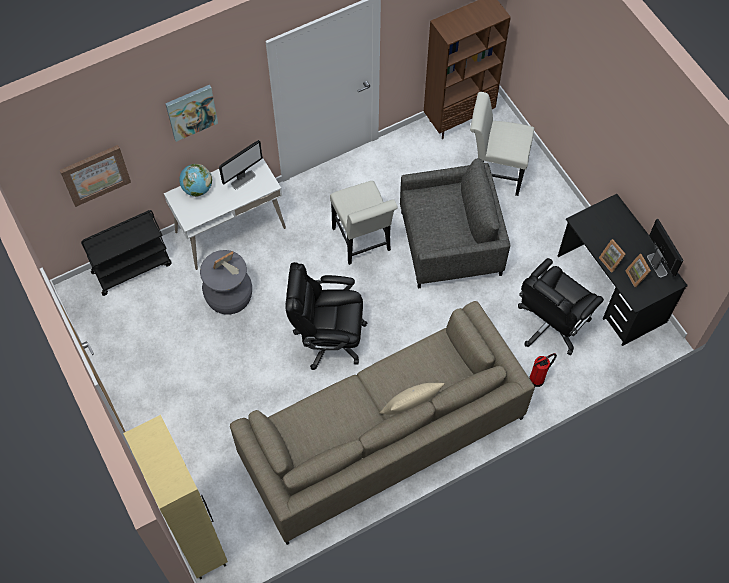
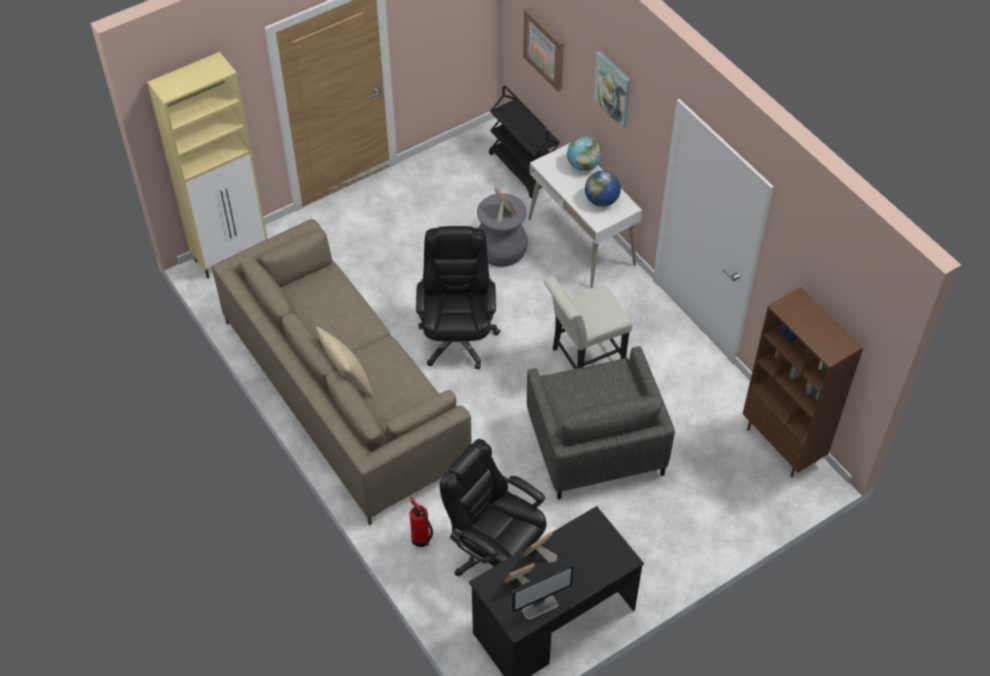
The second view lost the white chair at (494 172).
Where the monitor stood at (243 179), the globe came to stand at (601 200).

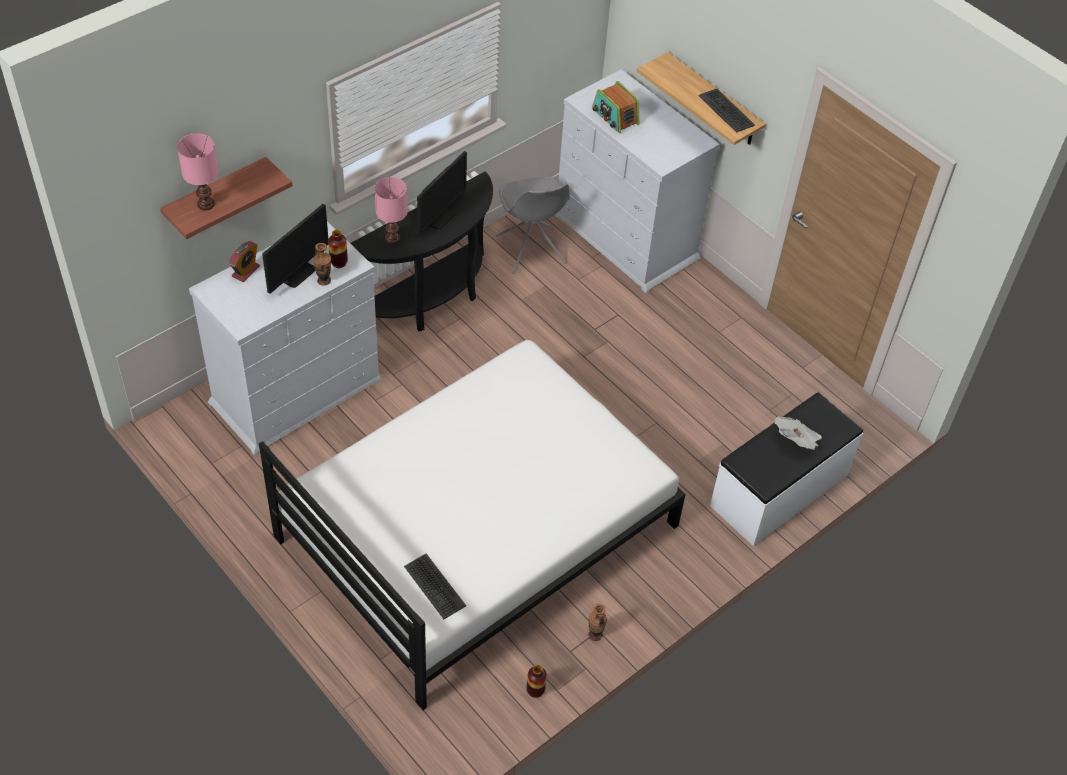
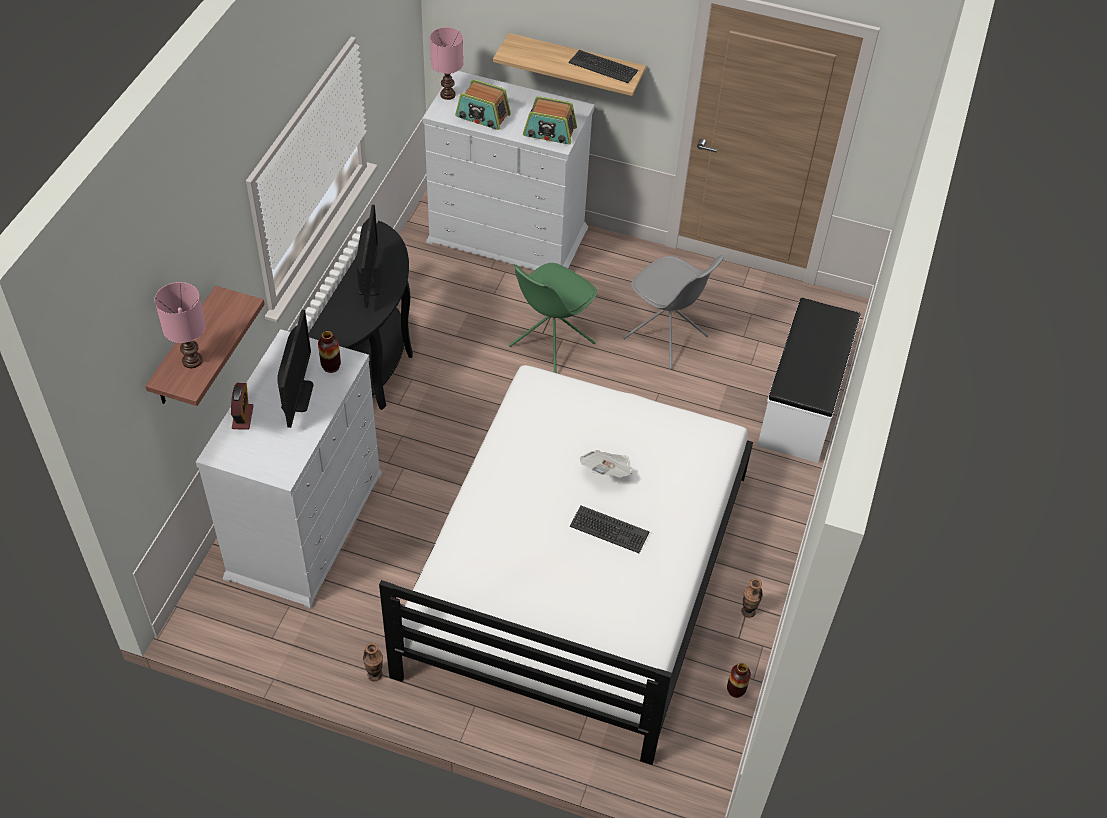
The second view gained the green chair at (550 345).
The second view gained the radio at (549 132).
The vase ended up elsewhere, having gone from (324 280) to (375 674).
The pink table lamp ended up elsewhere, having gone from (392 239) to (448 95).
The keyboard ended up elsewhere, having gone from (434 586) to (609 530).
The grey chair ended up elsewhere, having gone from (531 250) to (666 338).
The newspaper ended up elsewhere, having gone from (796 441) to (607 472).

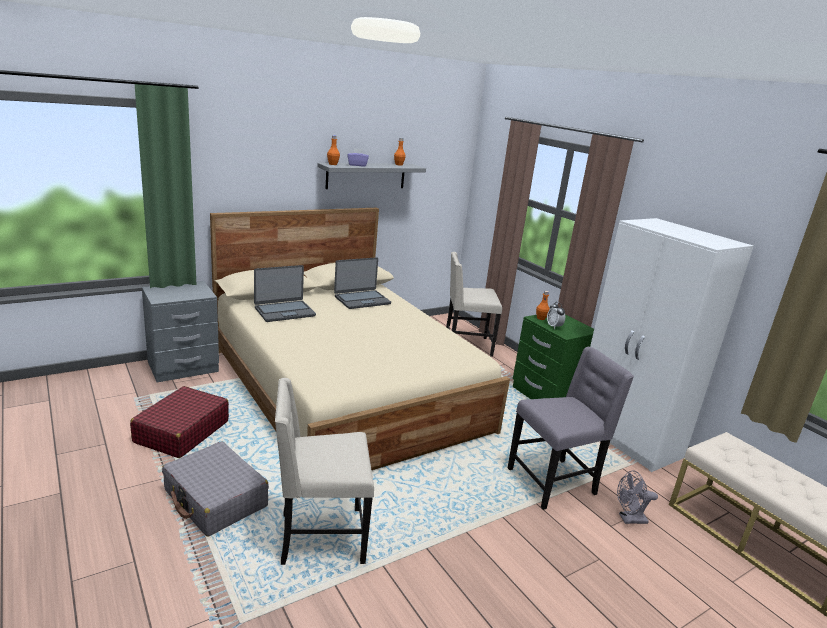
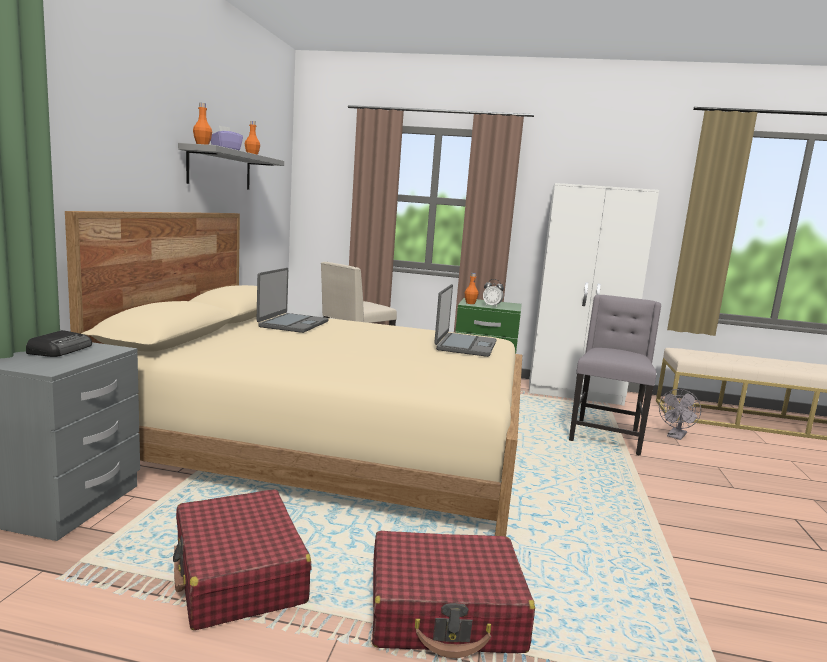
The second view lost the beige chair at (320 537).
The second view gained the radio at (61 349).
The laptop ended up elsewhere, having gone from (284 311) to (465 346).
What was the grey suitcase at (215 499) turned into the red suitcase at (445 612).

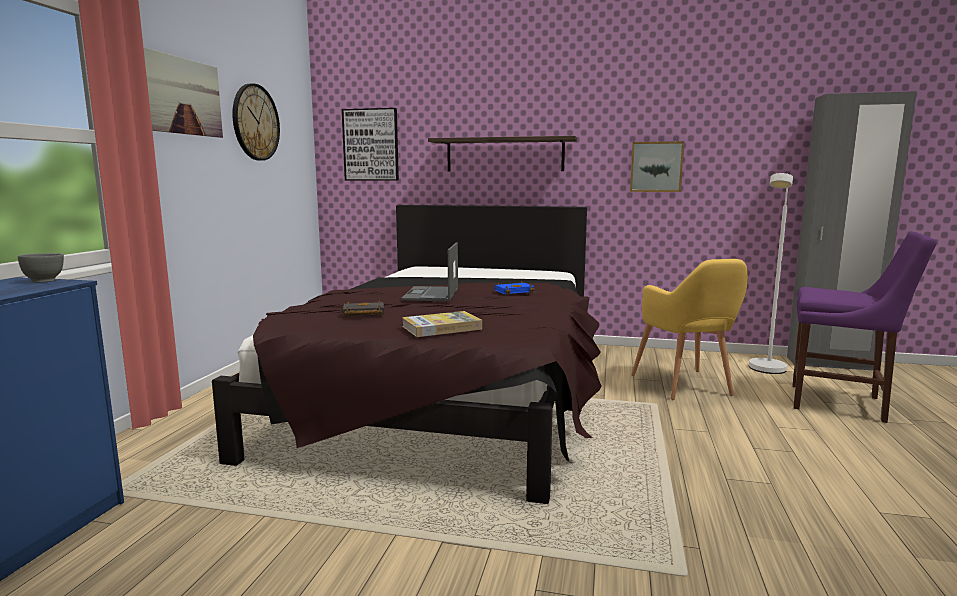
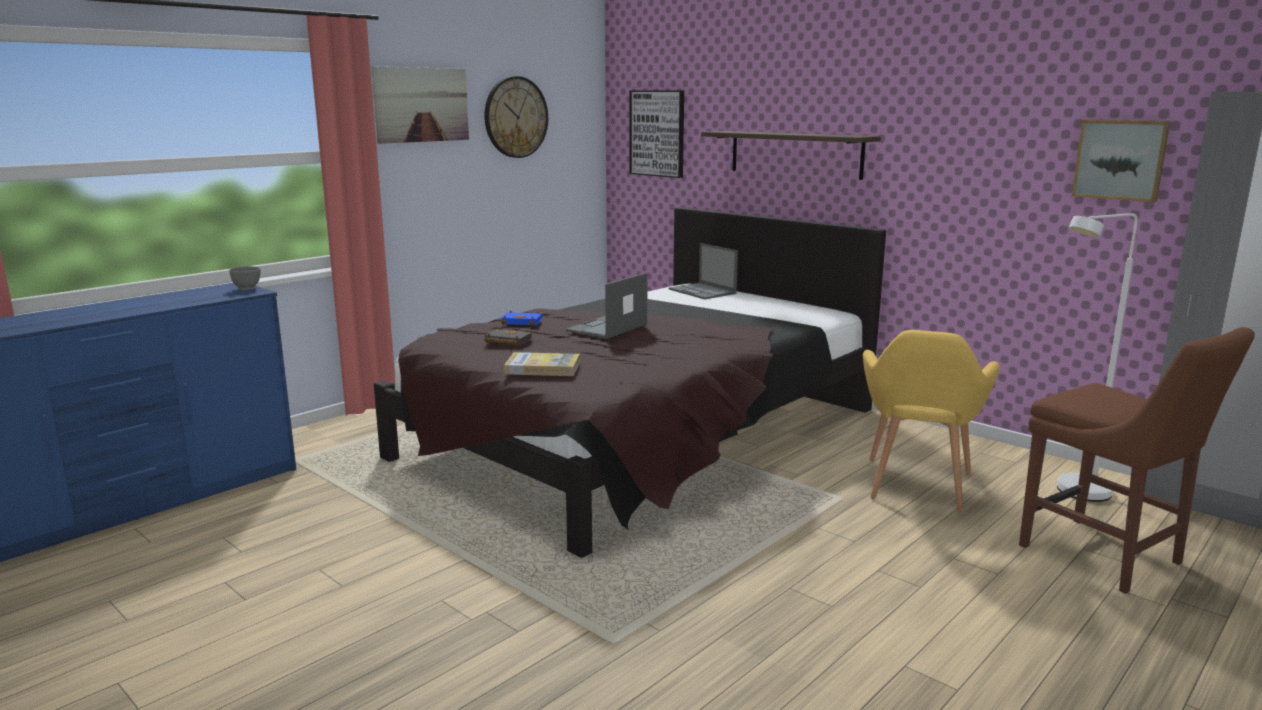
The second view gained the laptop at (703 291).
The blue book ended up elsewhere, having gone from (514 291) to (523 322).
The picture ended up elsewhere, having gone from (656 167) to (1120 160).
What was the purple chair at (842 404) turned into the brown chair at (1106 557).

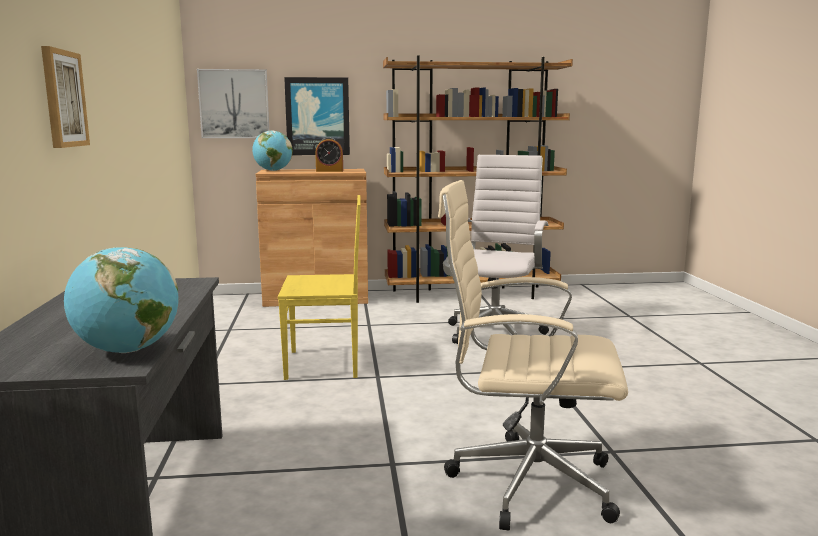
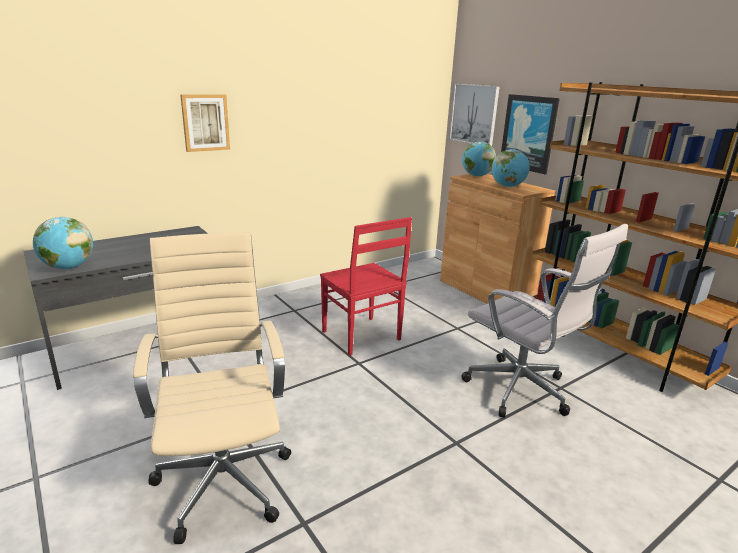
Where the alarm clock stood at (329 171), the globe came to stand at (508 186).
What was the yellow chair at (326 364) turned into the red chair at (362 336).
The white office chair at (495 332) ended up facing another way, 60 degrees clockwise from before.

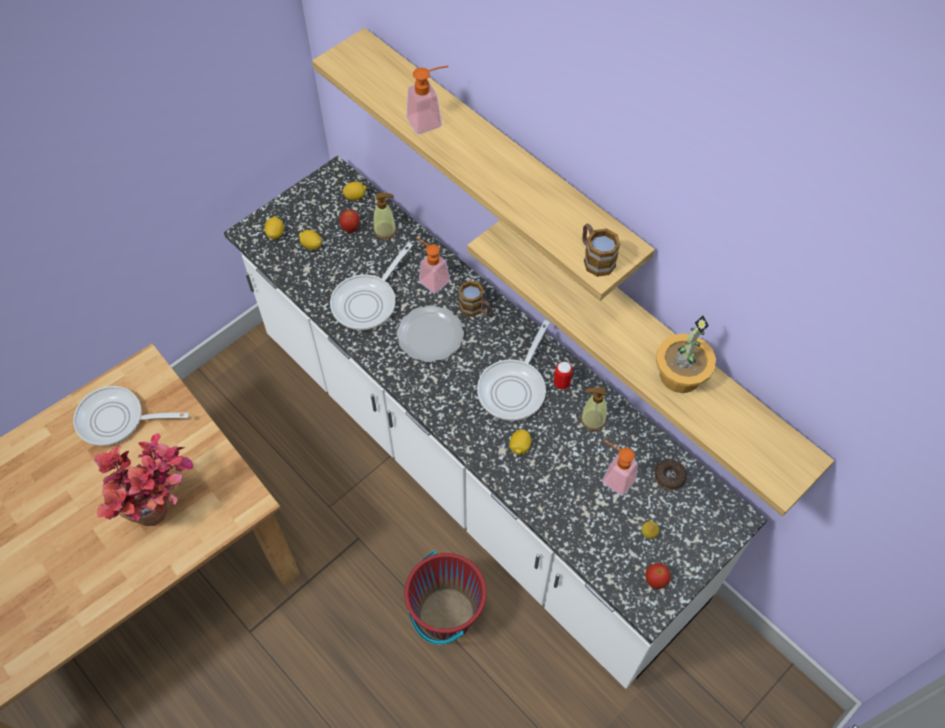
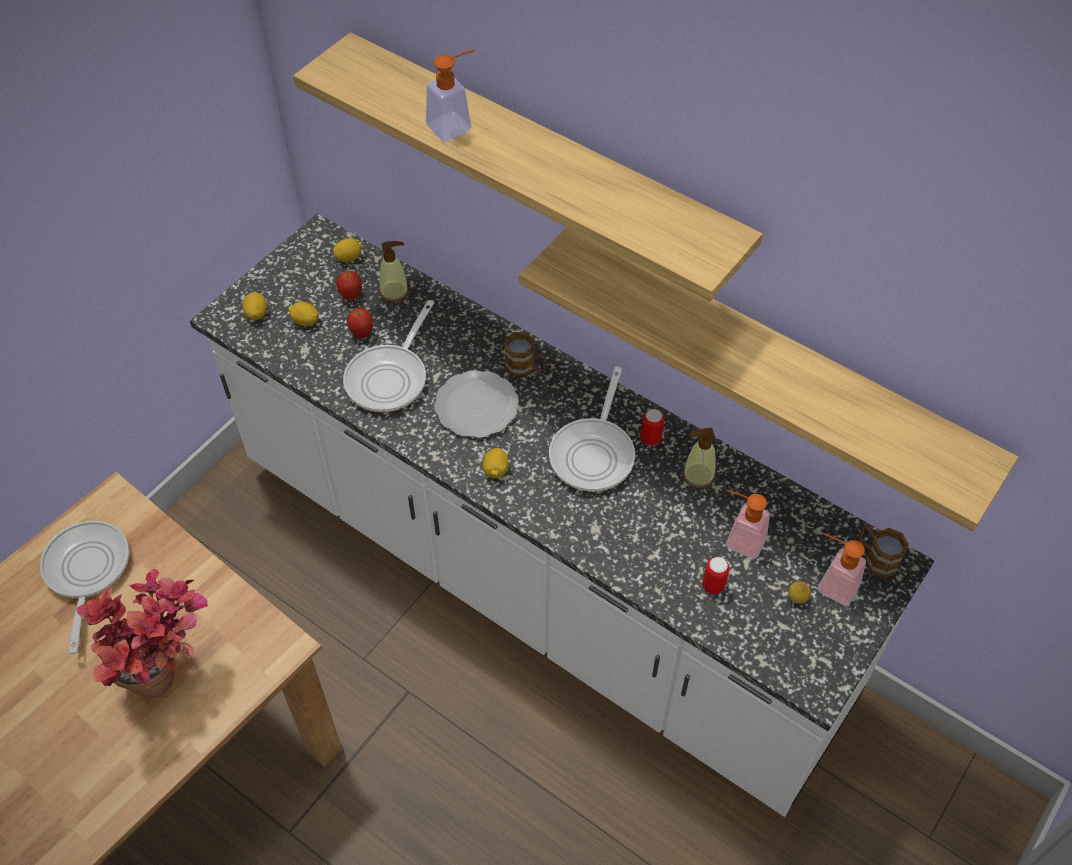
The second view lost the red bucket at (446 614).
The second view lost the donut at (669 476).
The second view lost the potted plant at (679 374).
The second view gained the can at (713 586).
The soap dispenser ended up elsewhere, having gone from (430 279) to (831 584).
The lemon ended up elsewhere, having gone from (519 447) to (495 470).
The mug ended up elsewhere, having gone from (595 258) to (875 557).
The apple ended up elsewhere, having gone from (655 581) to (362 333).
The frying pan at (117 420) ended up facing another way, 90 degrees clockwise from before.

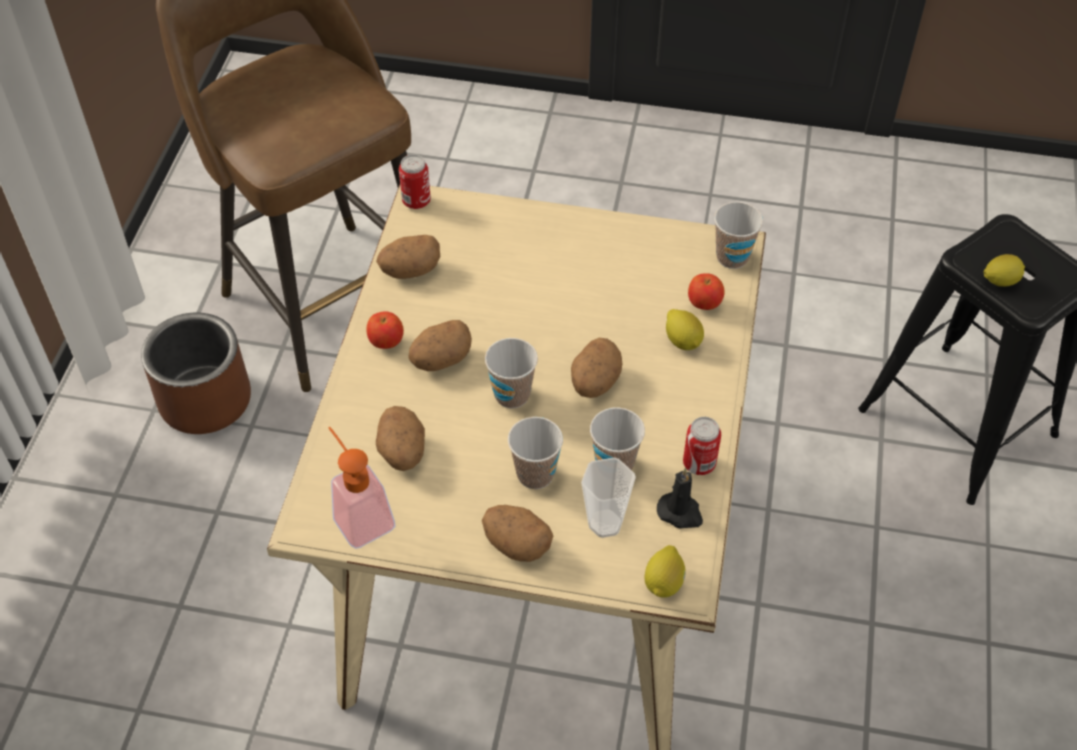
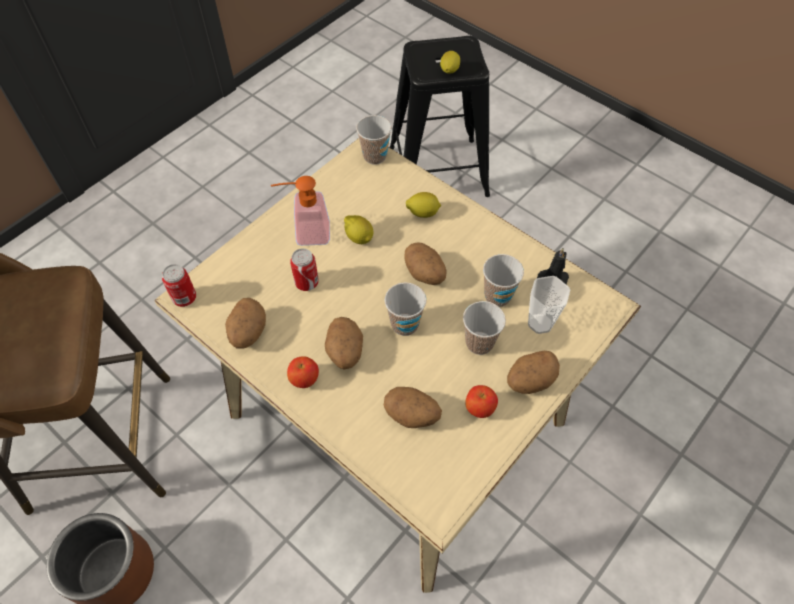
The soap dispenser ended up elsewhere, having gone from (359 515) to (305 234).
The lemon ended up elsewhere, having gone from (664 582) to (359 237).
The can ended up elsewhere, having gone from (699 464) to (306 283).
The apple ended up elsewhere, having gone from (704 304) to (479 408).

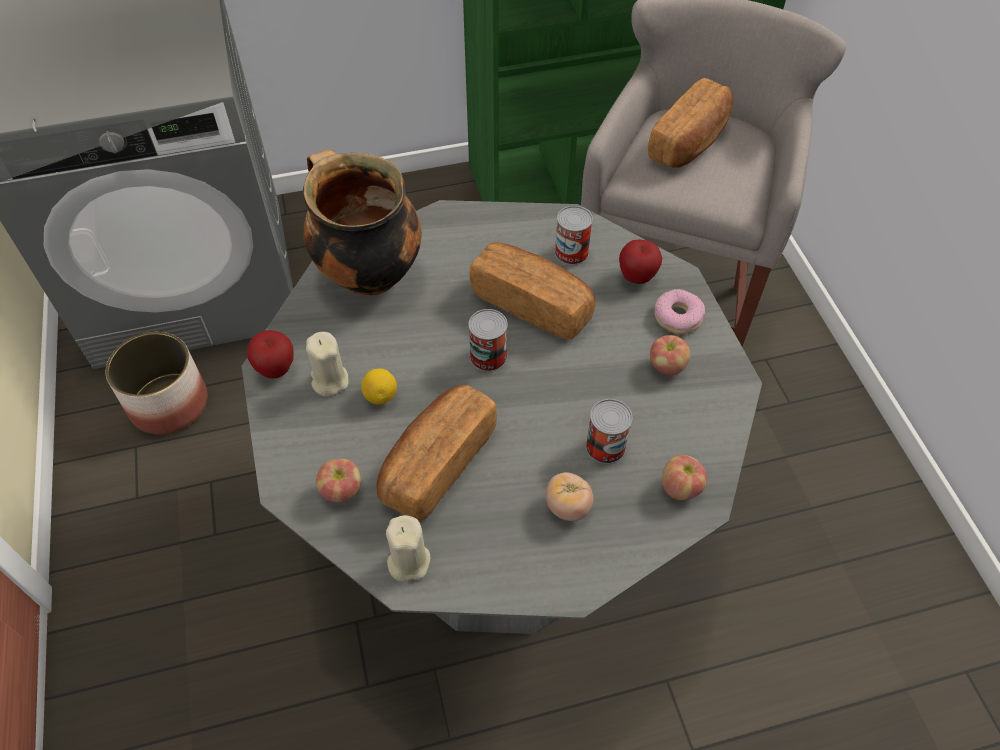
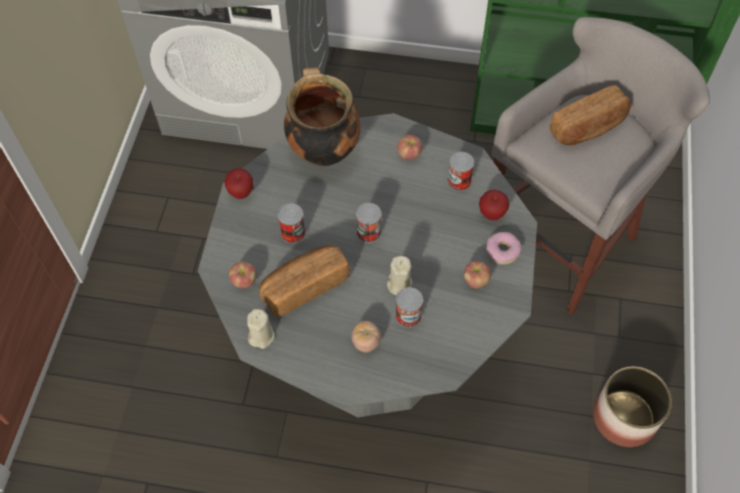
The second view lost the bread at (532 303).
The planter ended up elsewhere, having gone from (169 403) to (624 417).
The beige candle ended up elsewhere, having gone from (329 380) to (399 284).
The apple ended up elsewhere, having gone from (680 487) to (409 154).
Where the lemon stood at (381 396), the can came to stand at (293 232).

